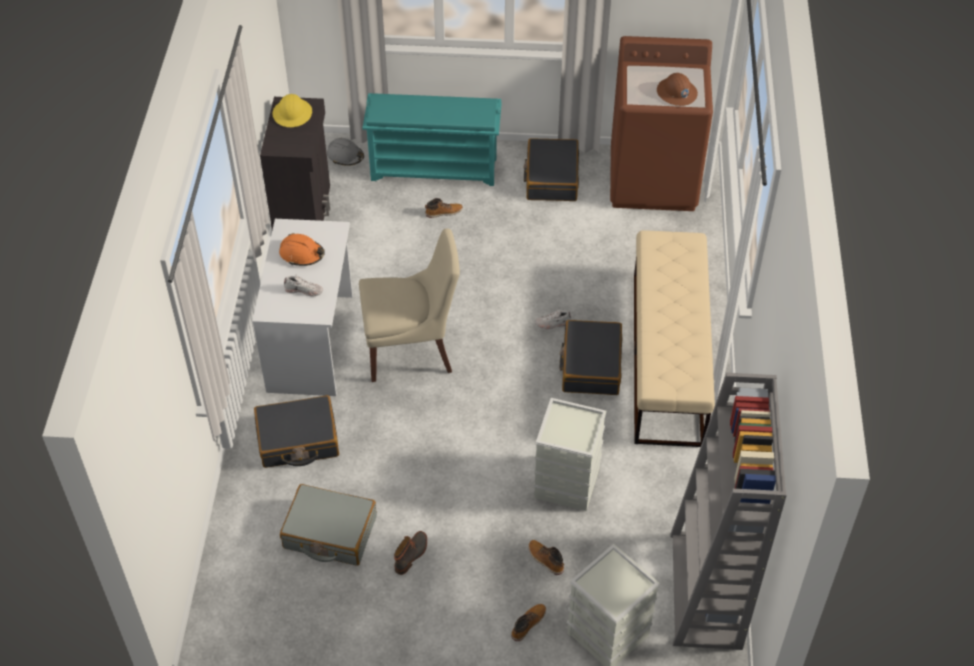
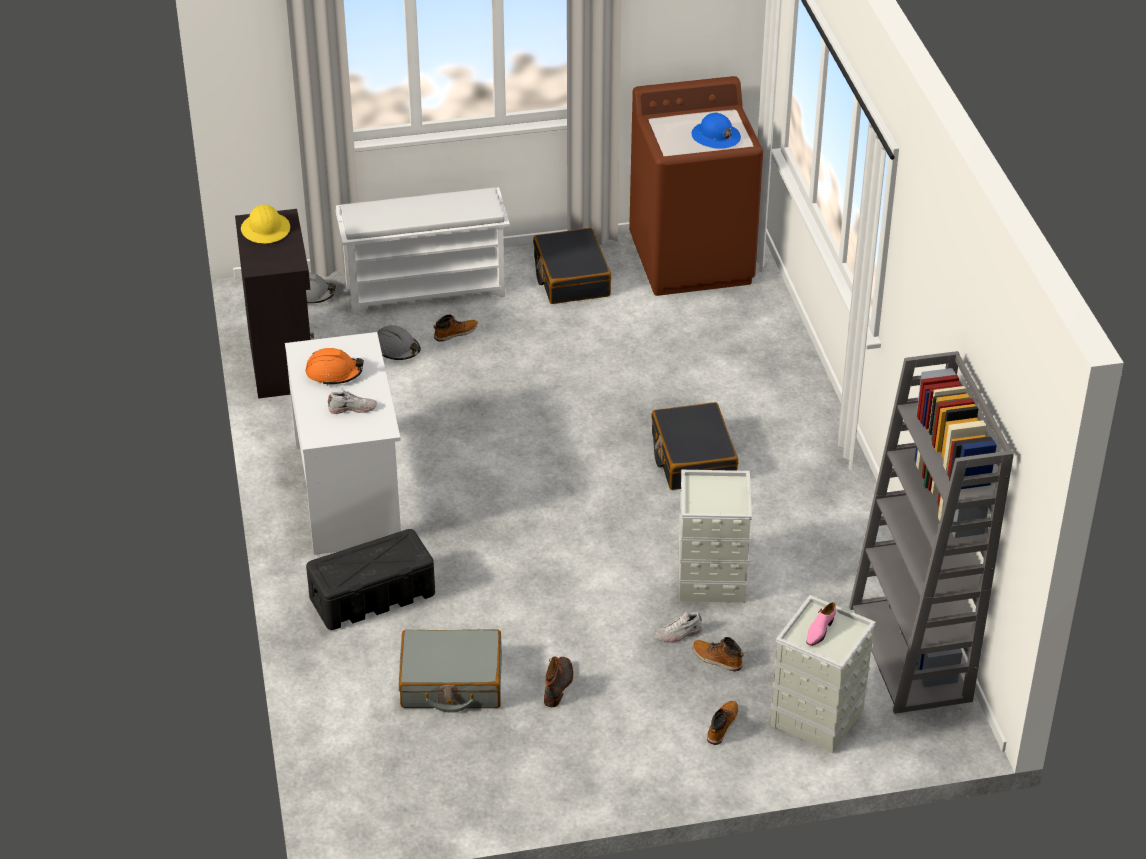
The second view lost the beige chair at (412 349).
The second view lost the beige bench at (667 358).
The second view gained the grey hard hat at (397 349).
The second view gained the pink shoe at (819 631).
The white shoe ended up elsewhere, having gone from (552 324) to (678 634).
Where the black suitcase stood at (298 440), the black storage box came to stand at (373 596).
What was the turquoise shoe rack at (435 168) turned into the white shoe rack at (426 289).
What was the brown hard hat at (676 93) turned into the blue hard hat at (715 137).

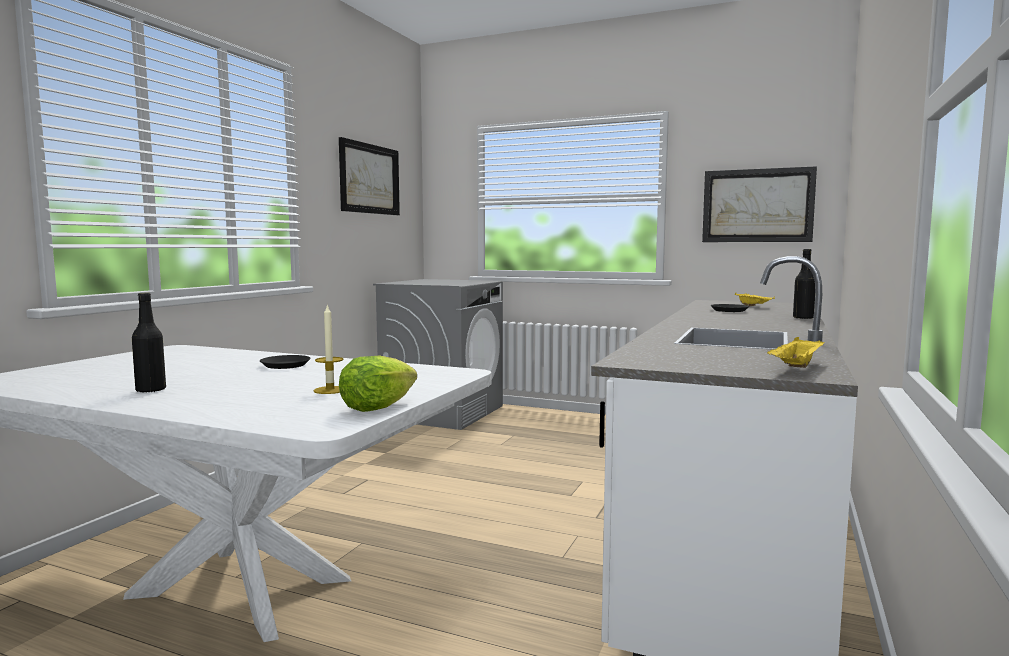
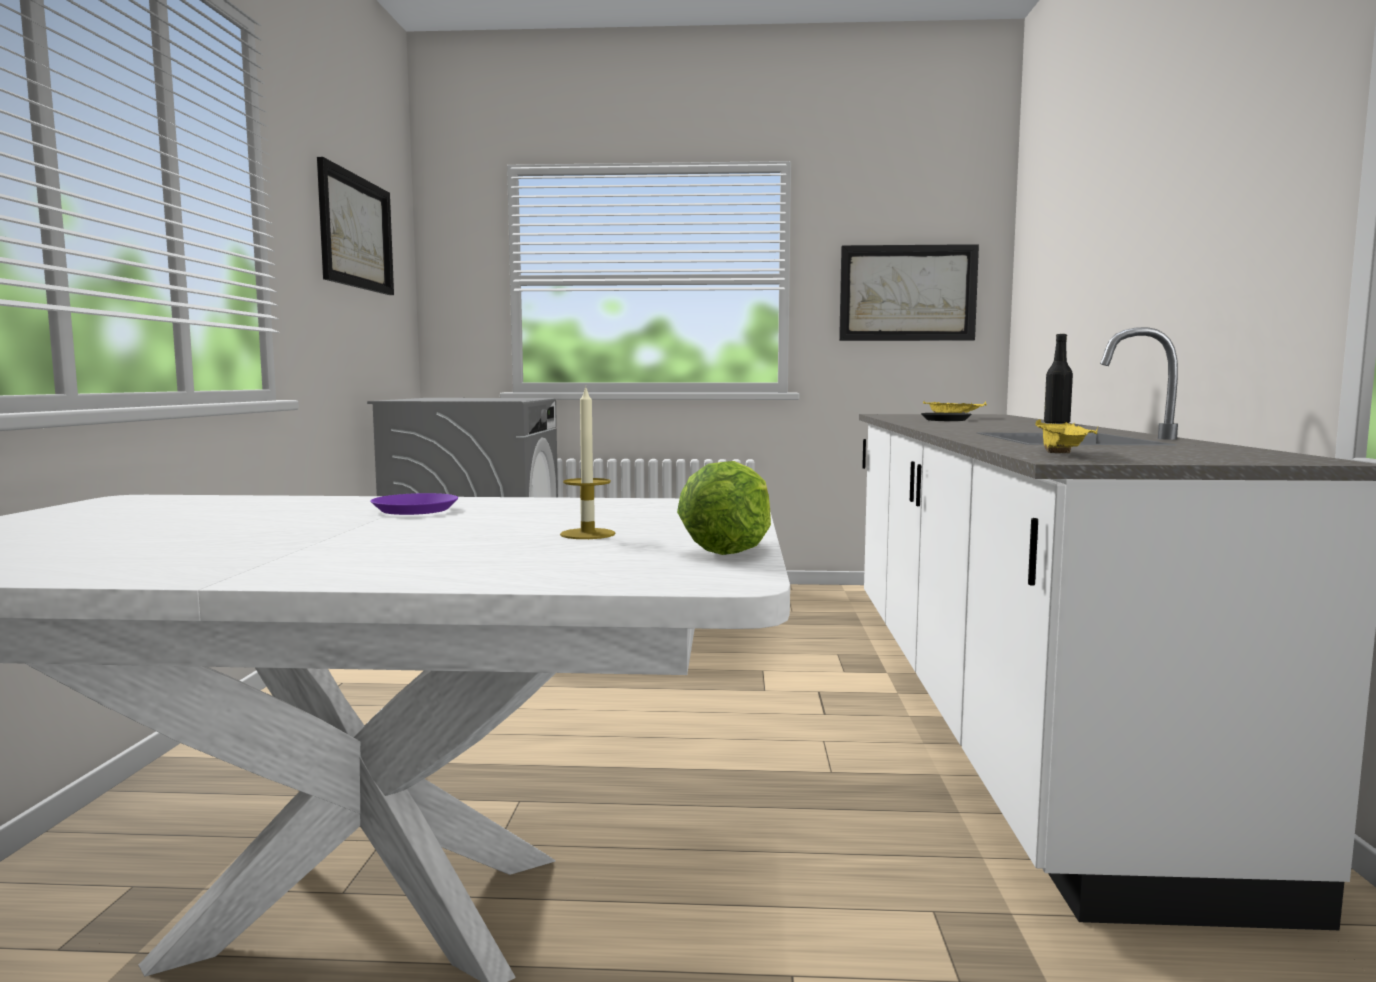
The second view lost the black bottle at (151 390).
The yellow tray ended up elsewhere, having gone from (797 368) to (1062 454).
What was the black plate at (285 365) turned into the purple plate at (415 510).

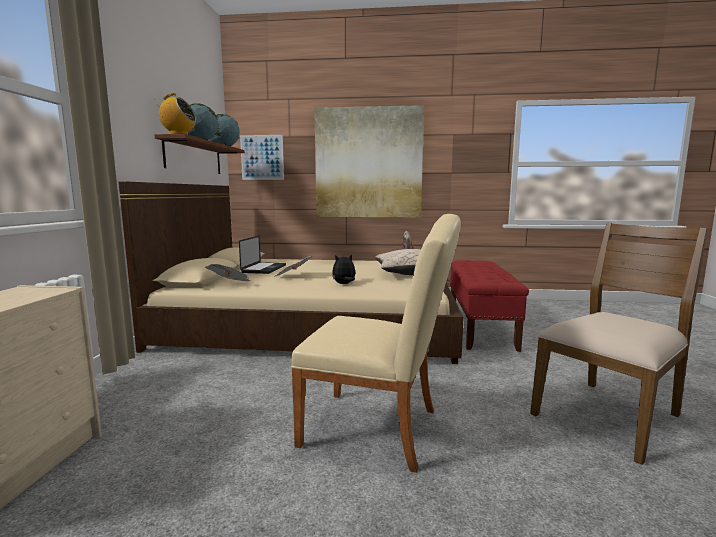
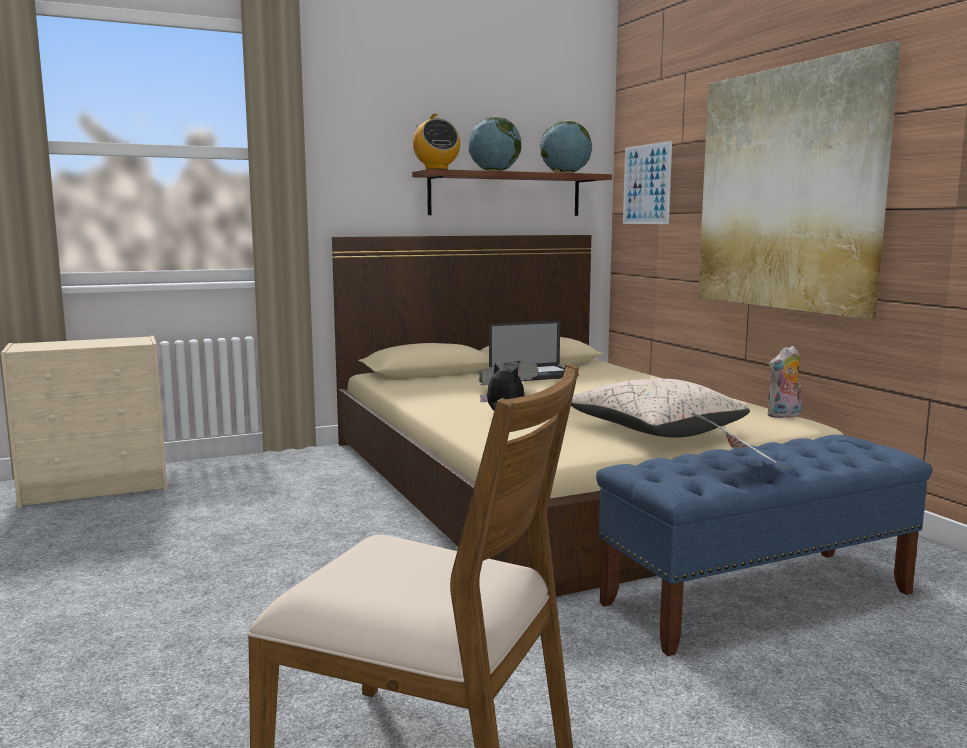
The second view lost the beige chair at (380 429).
The newspaper ended up elsewhere, having gone from (230 285) to (739 467).
What was the red bench at (480 327) turned into the blue bench at (758 597).

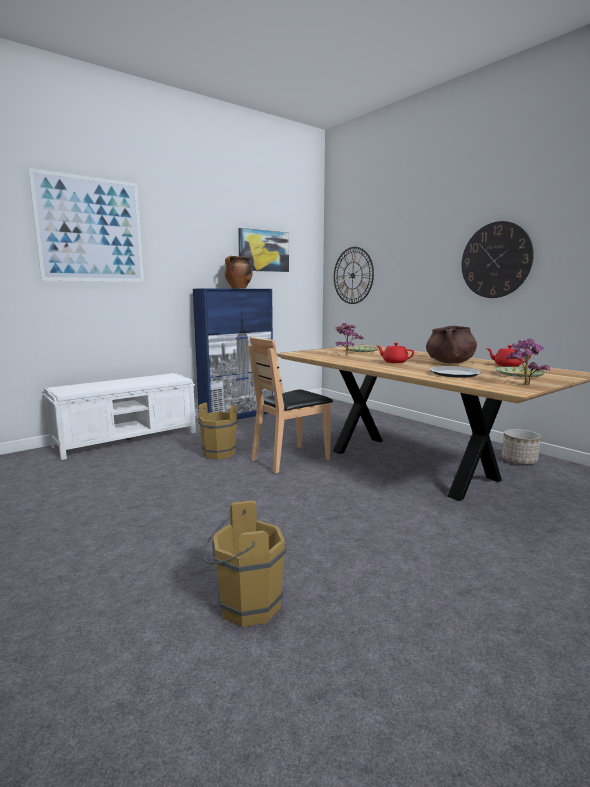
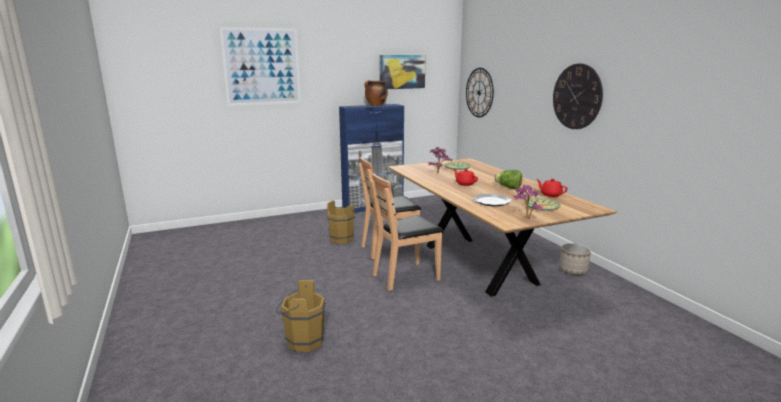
The second view lost the white bench at (127 439).
The second view gained the brown chair at (406 277).
Where the brown cooking pot stood at (449 362), the lettuce came to stand at (508 187).

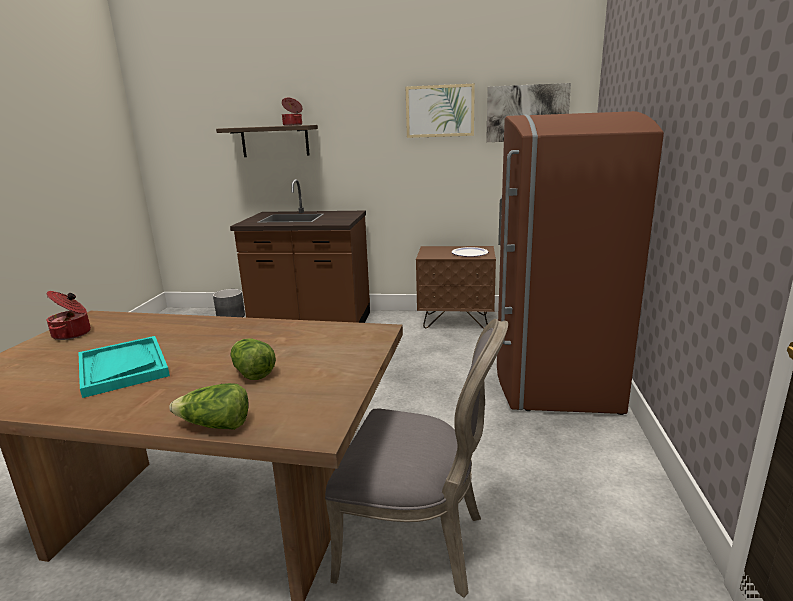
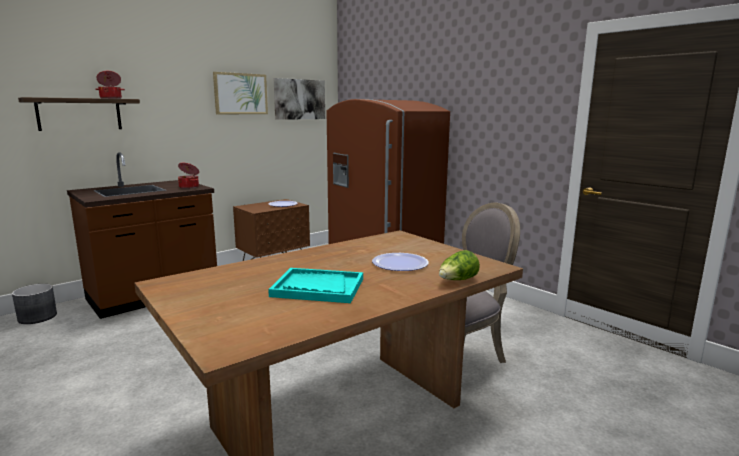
The cooking pot ended up elsewhere, having gone from (73 334) to (189 187).
Where the lettuce stood at (252 372), the plate came to stand at (400 263).

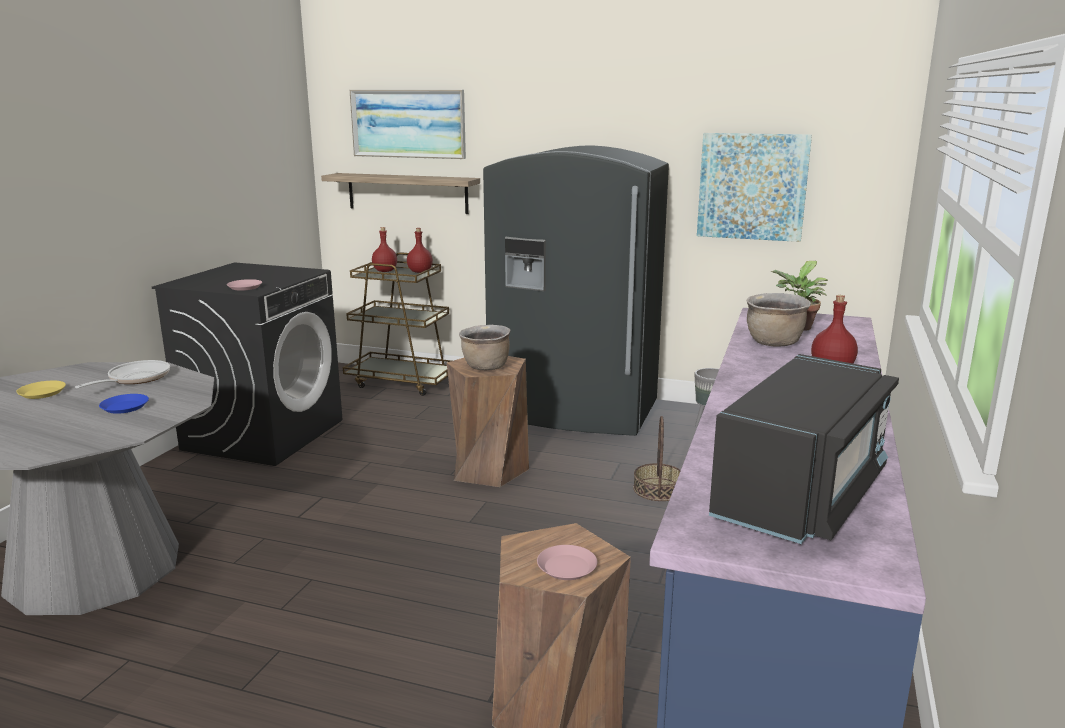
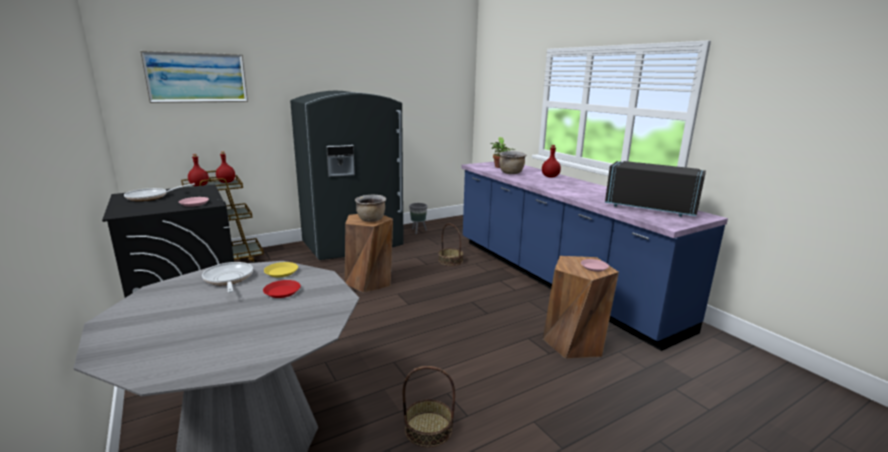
The second view lost the shelf at (407 193).
The second view lost the picture at (752 186).
The second view gained the frying pan at (151 197).
The second view gained the basket at (428 429).
The yellow plate ended up elsewhere, having gone from (42 393) to (281 272).
What was the blue plate at (124 407) turned into the red plate at (282 292).
The black microwave at (801 494) ended up facing another way, 45 degrees counterclockwise from before.

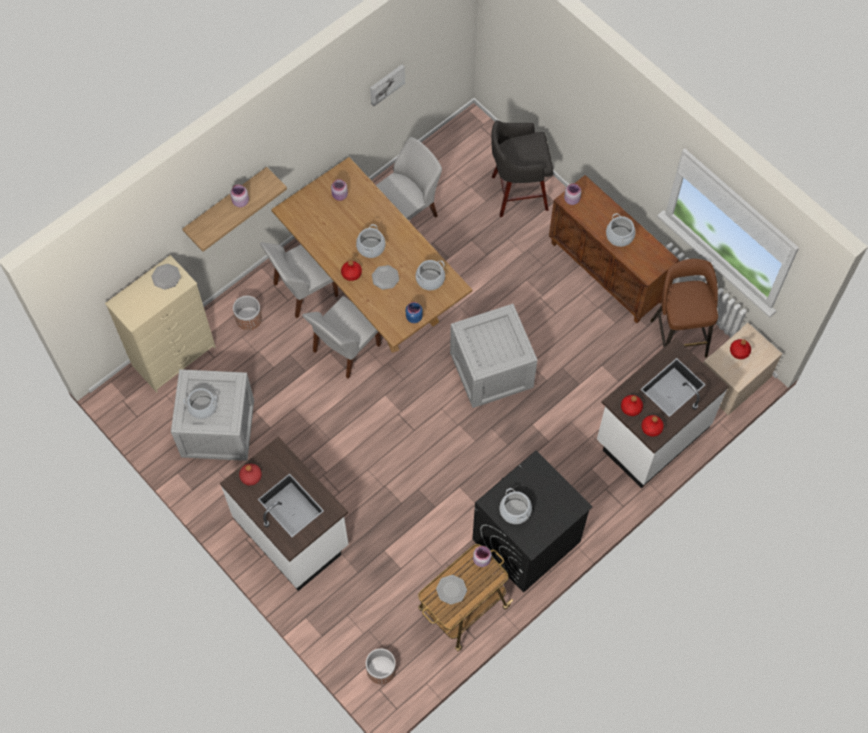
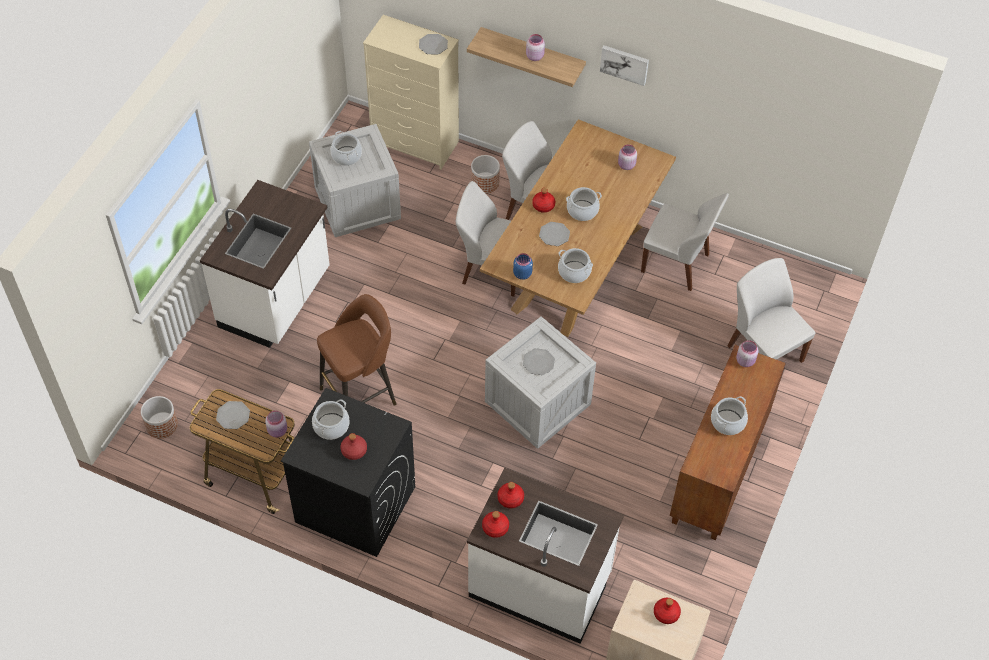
The second view gained the plate at (538 362).
The red bottle ended up elsewhere, having gone from (251 476) to (353 450).
The picture ended up elsewhere, having gone from (386 84) to (624 64).
The brown stool ended up elsewhere, having gone from (678 336) to (360 395).
Where the grey stool stood at (517 193), the white chair came to stand at (764 352).

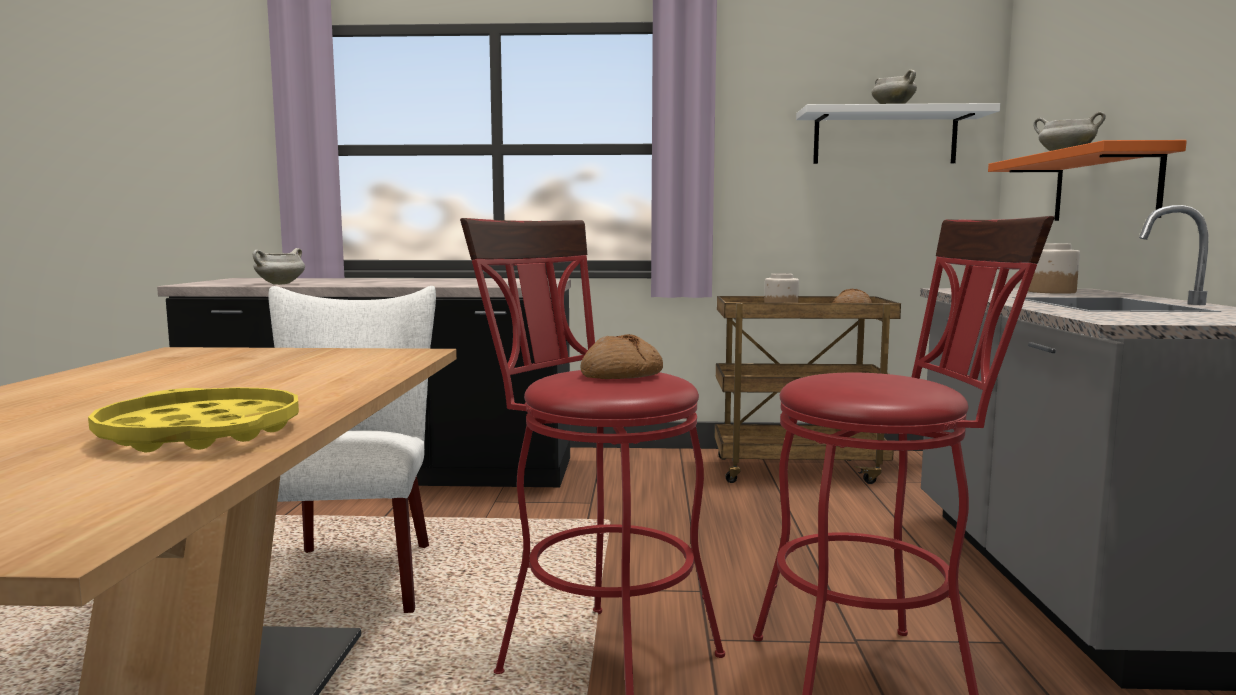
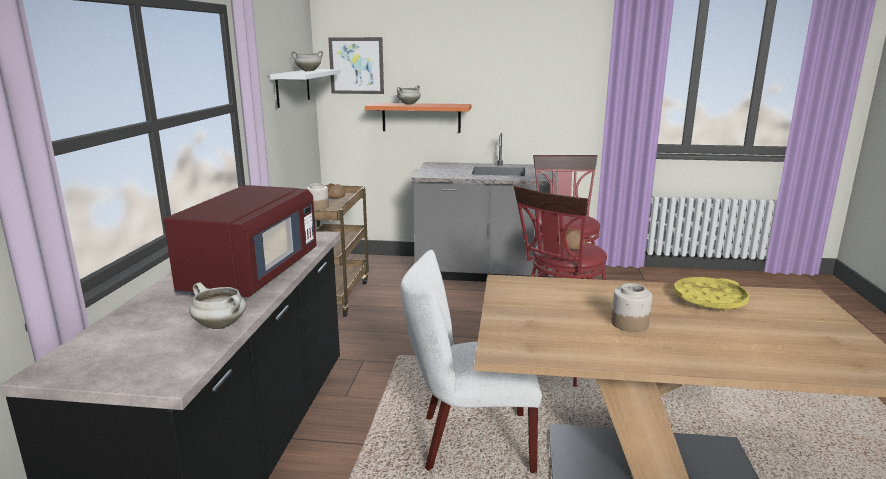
The second view gained the red microwave at (251 276).
The second view gained the picture at (356 65).
The jar ended up elsewhere, having gone from (1050 292) to (629 324).

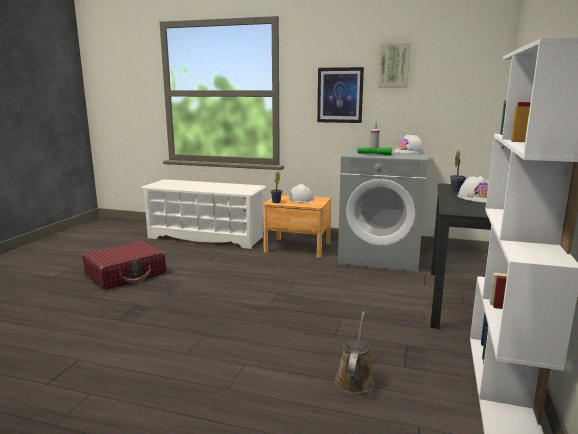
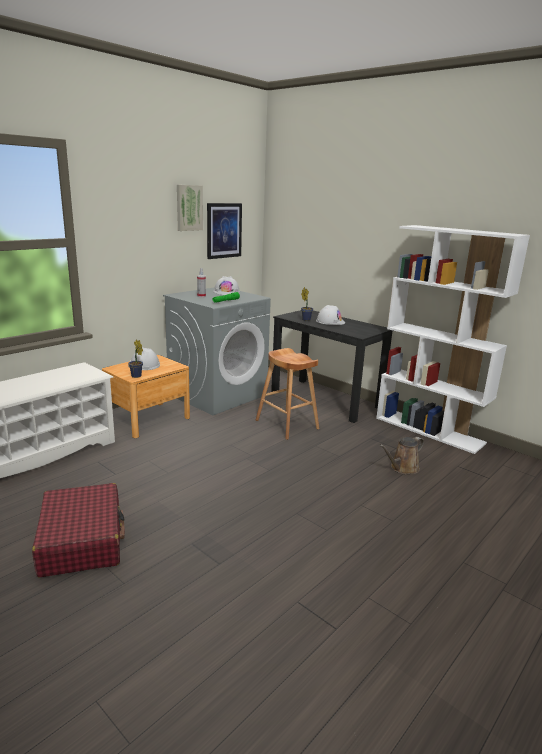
The second view gained the brown stool at (287 424).
The picture ended up elsewhere, having gone from (340 95) to (224 230).
The brown watering can at (354 379) ended up facing another way, 75 degrees counterclockwise from before.

